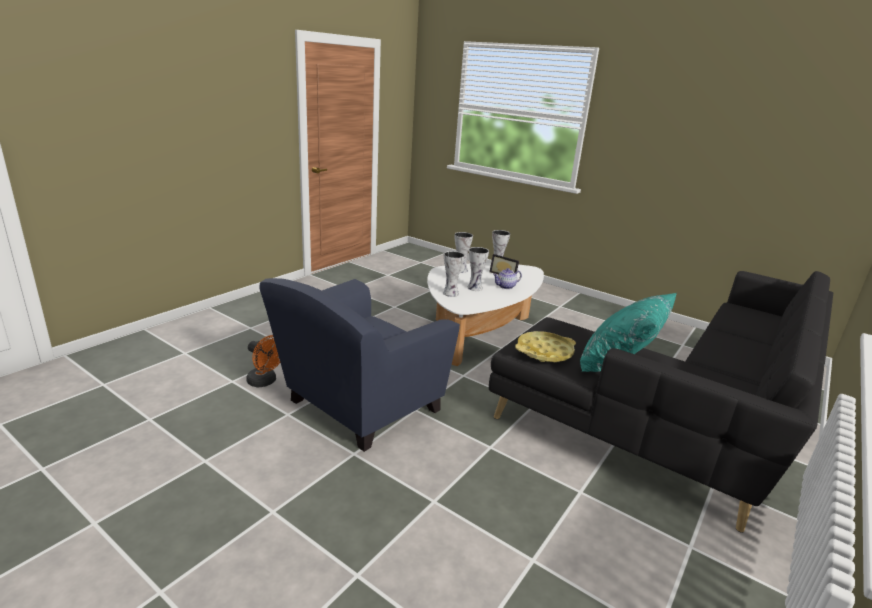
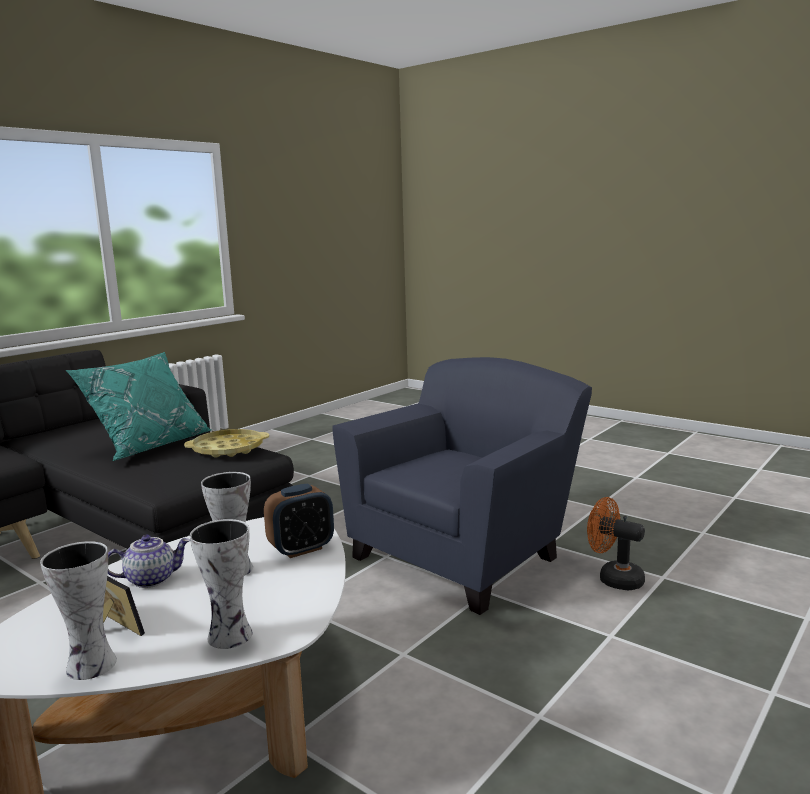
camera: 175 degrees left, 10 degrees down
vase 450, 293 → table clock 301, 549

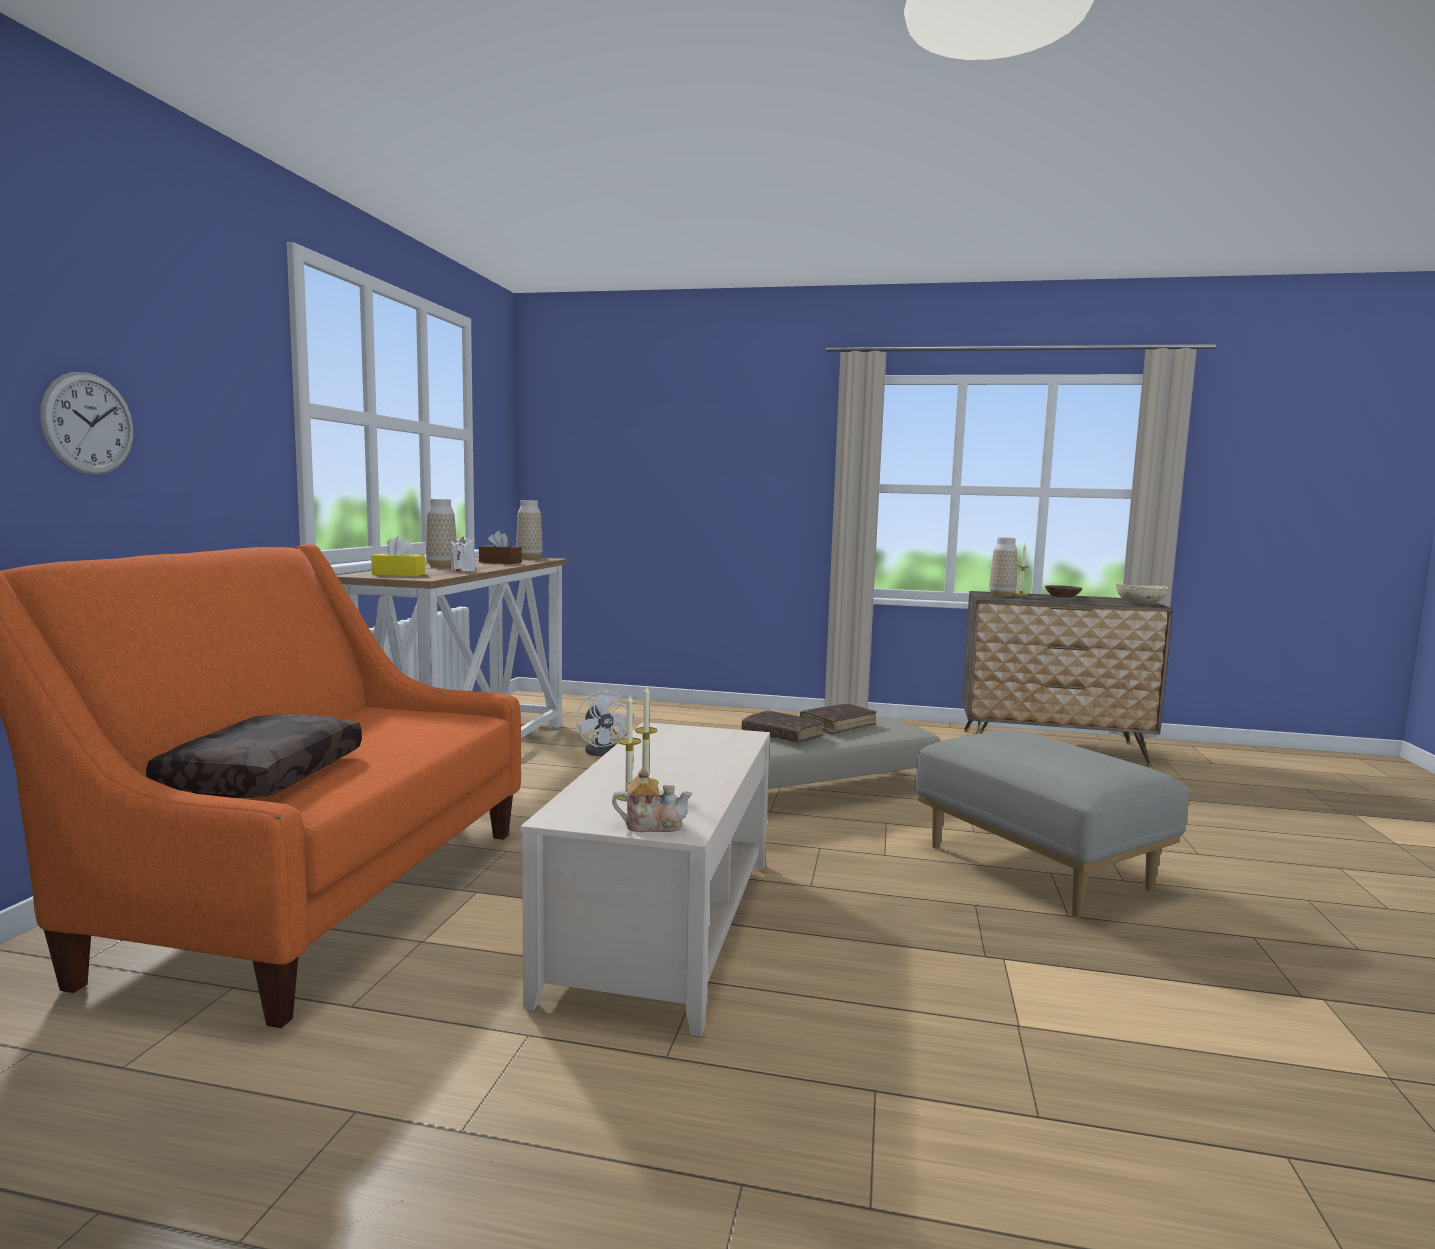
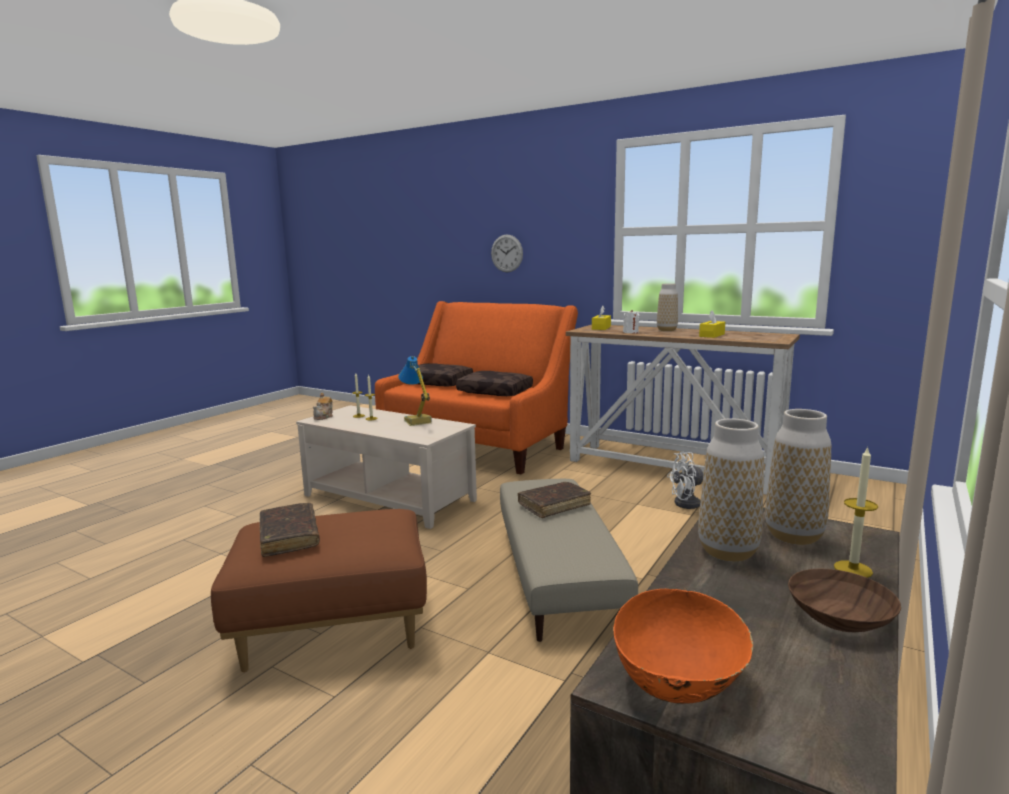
camera: 110 degrees right, 5 degrees up
grey footrest 1039, 868 → brownish footrest 331, 631
brownish volume 837, 725 → brownish volume 289, 537, shifted
- → lamp for a table 416, 422
- → brownish throw pillow 496, 392
sand-coloured bowl 1140, 603 → orange-coloured bowl 679, 681
vase 529, 558 → vase 728, 551, shifted
brownish tissue holder 500, 562 → yellow tissue holder 712, 335

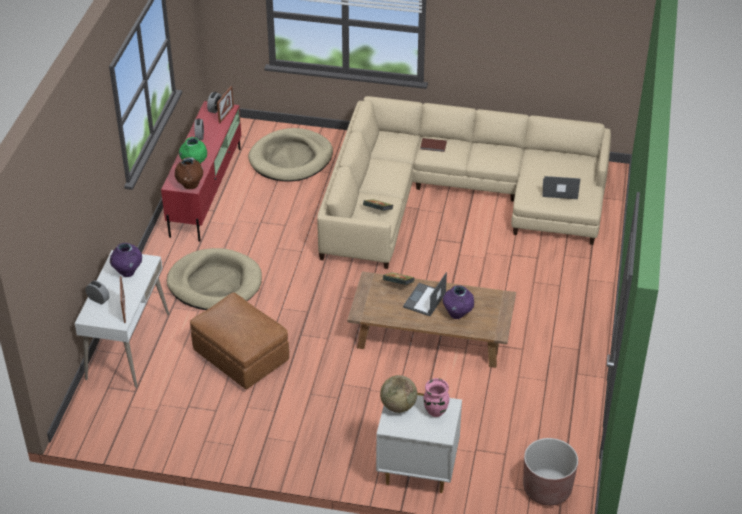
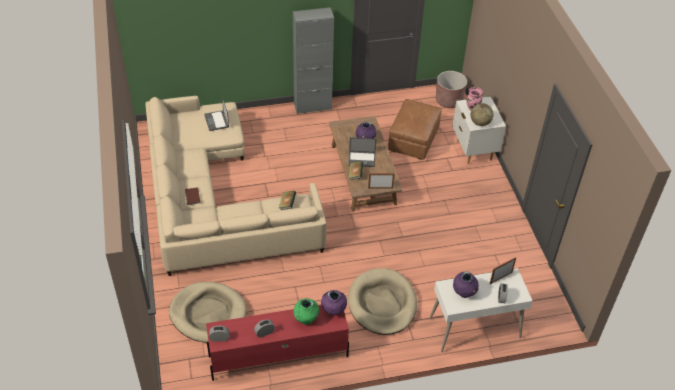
camera: 115 degrees left, 5 degrees up
- → grey storage cabinet 312, 106
brownish vase 190, 185 → purple vase 334, 310
photo frame 226, 115 → photo frame 380, 188, shifted
brownish footrest 241, 358 → brownish footrest 413, 141, shifted

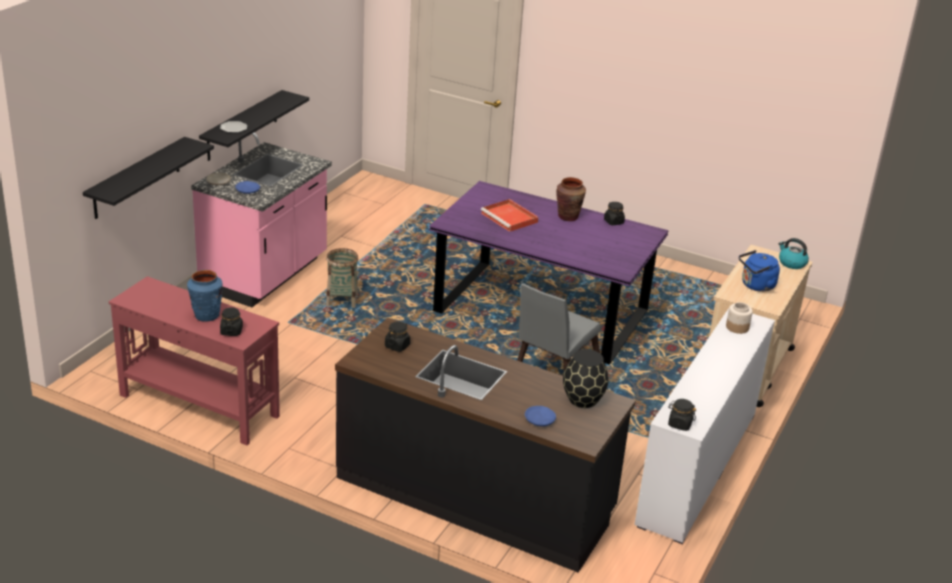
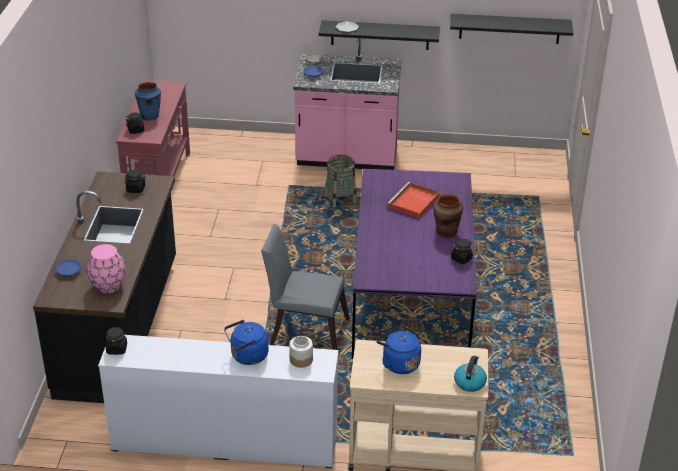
camera: 70 degrees right, 5 degrees up
black-coloured vase 582, 399 → pink vase 108, 286
- → bluish water kettle 247, 357
black-coloured shelf 137, 178 → black-coloured shelf 509, 28, shifted

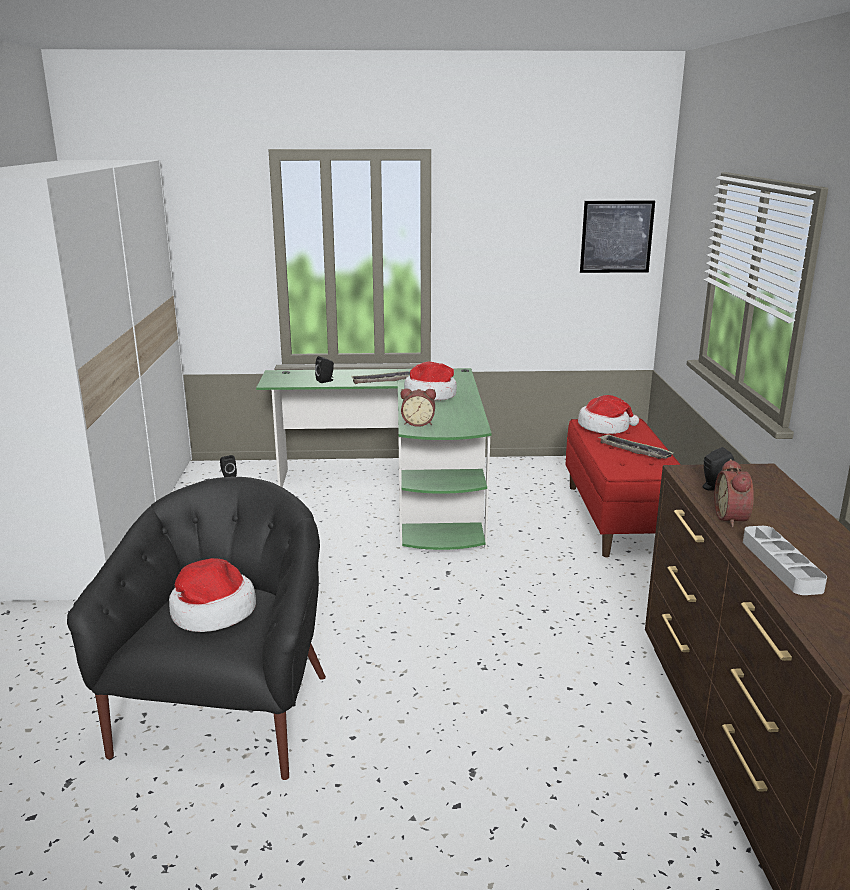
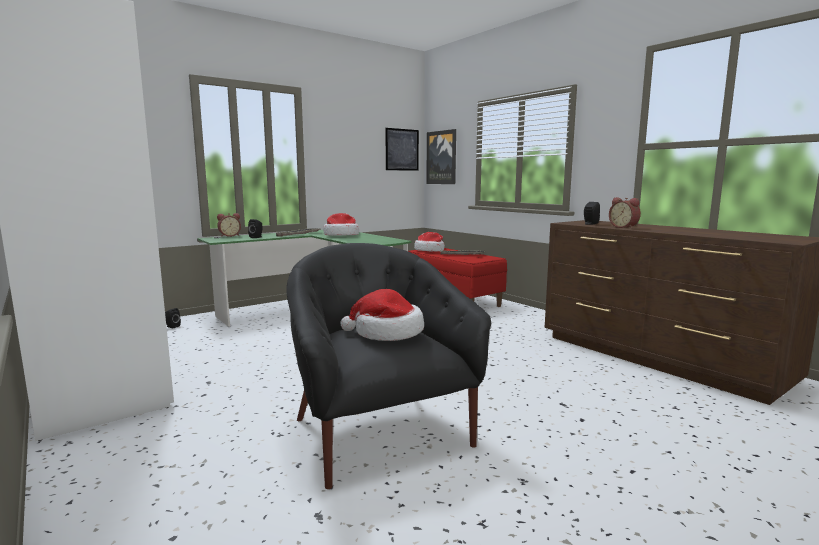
camera: 35 degrees left, 10 degrees down
table clock 418, 423 → table clock 229, 236, shifted
- → wall picture 441, 157
grey serving tray 781, 565 → -

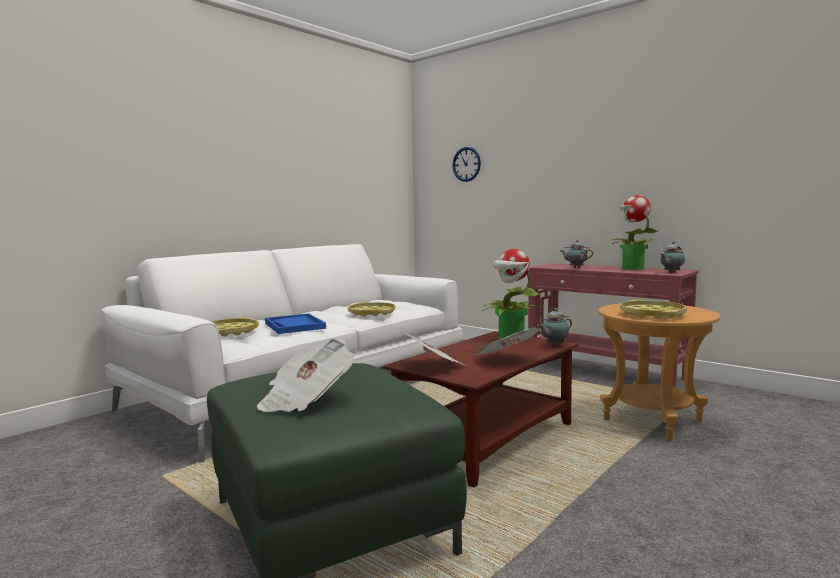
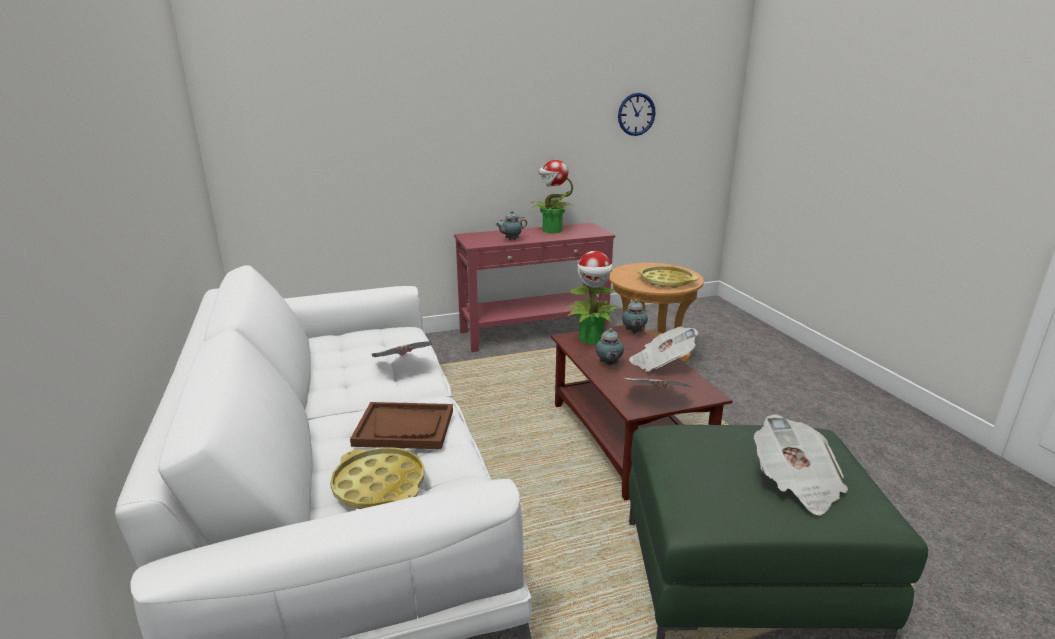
camera: 60 degrees left, 15 degrees up
bluish serving tray 295, 326 → brownish serving tray 404, 428
yellow serving tray 371, 313 → newspaper 403, 365
tea pot 671, 273 → tea pot 608, 365, shifted
wall clock 466, 164 → wall clock 636, 114, shifted

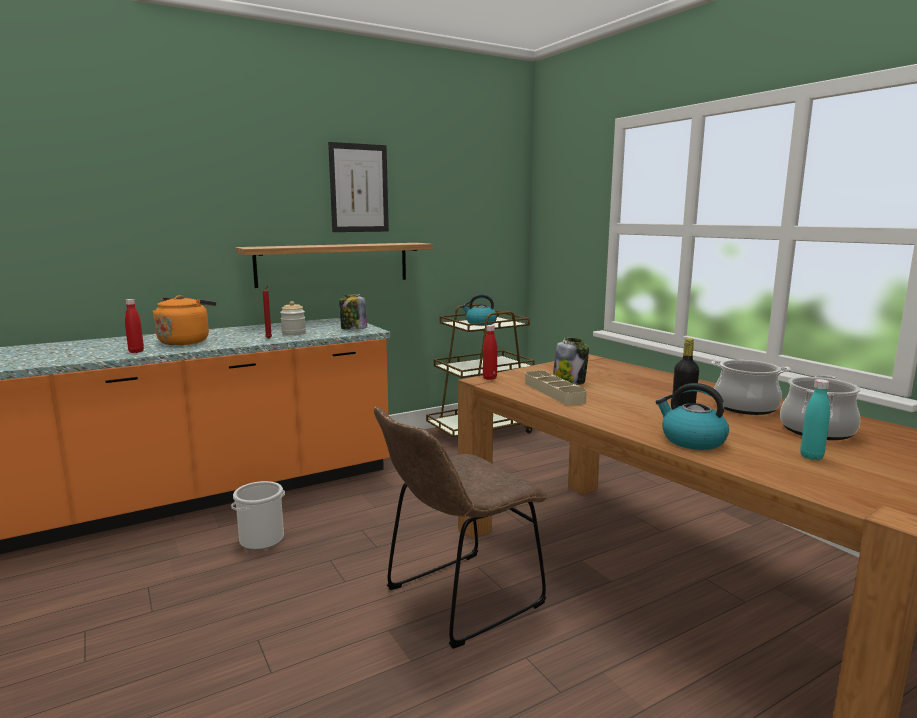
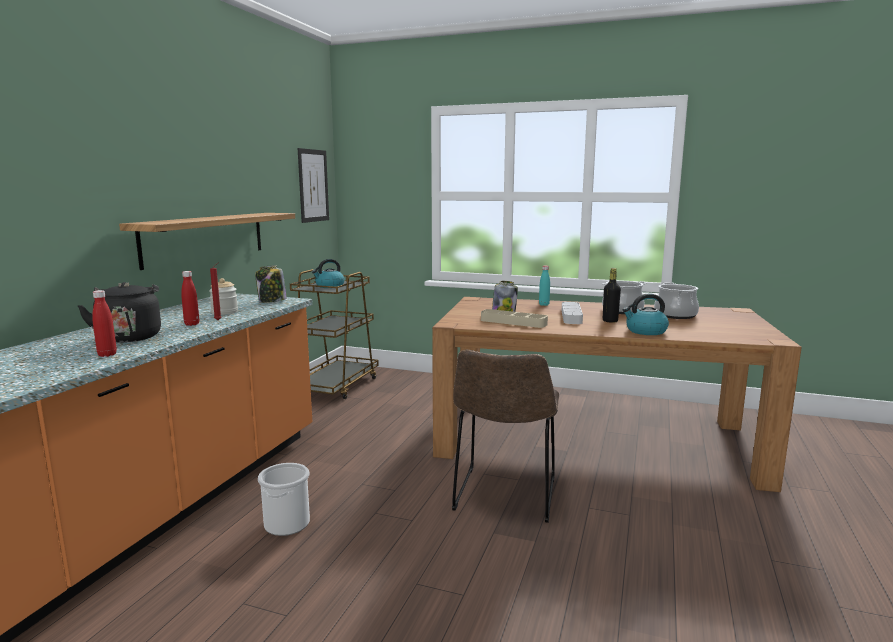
camera: 40 degrees left, 0 degrees up
orange-coloured water kettle 186, 341 → black-coloured water kettle 130, 337
red drink bottle 489, 378 → red drink bottle 192, 324, shifted
wall picture 359, 188 → wall picture 313, 185, shifted
turquoise drink bottle 811, 457 → turquoise drink bottle 544, 304, shifted
- → grey serving tray 571, 316

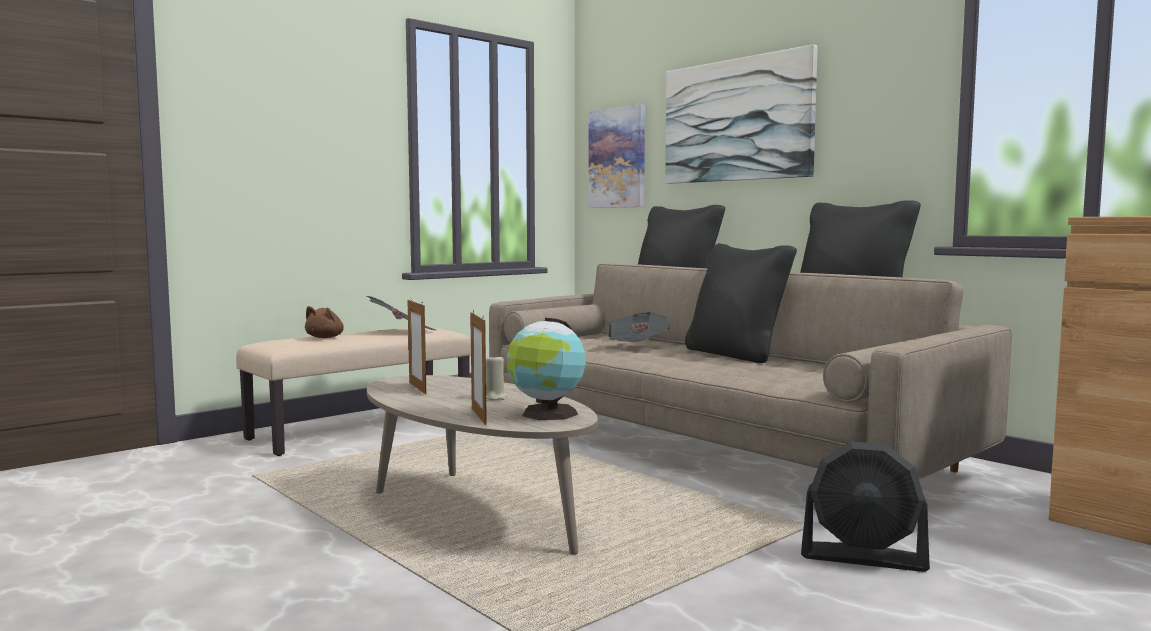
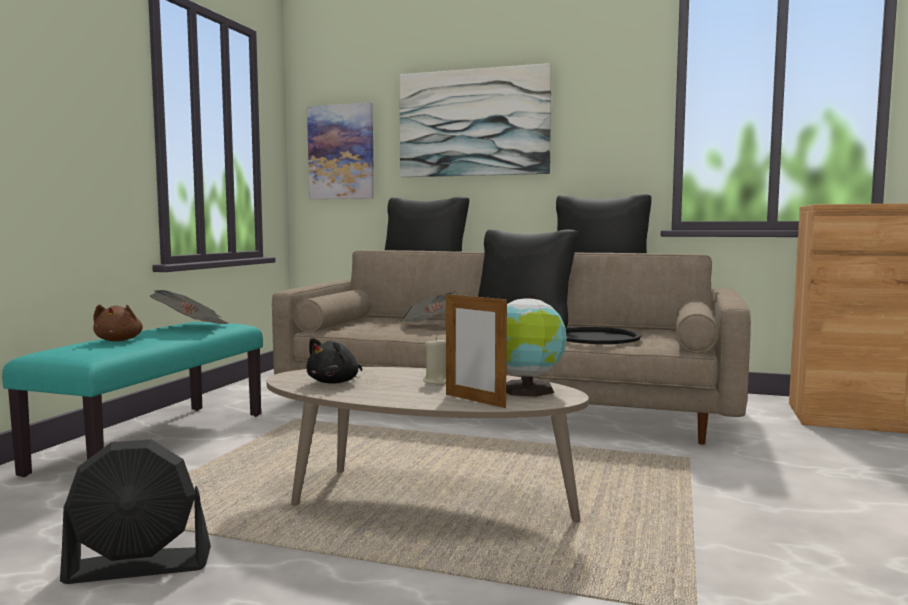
camera: 30 degrees left, 0 degrees up
sand-coloured indoor bench 362, 429 → turquoise indoor bench 155, 441
black-coloured fan 863, 557 → black-coloured fan 139, 566, shifted
photo frame 417, 388 → black-coloured soft toy 335, 382
- → black-coloured serving tray 595, 337

